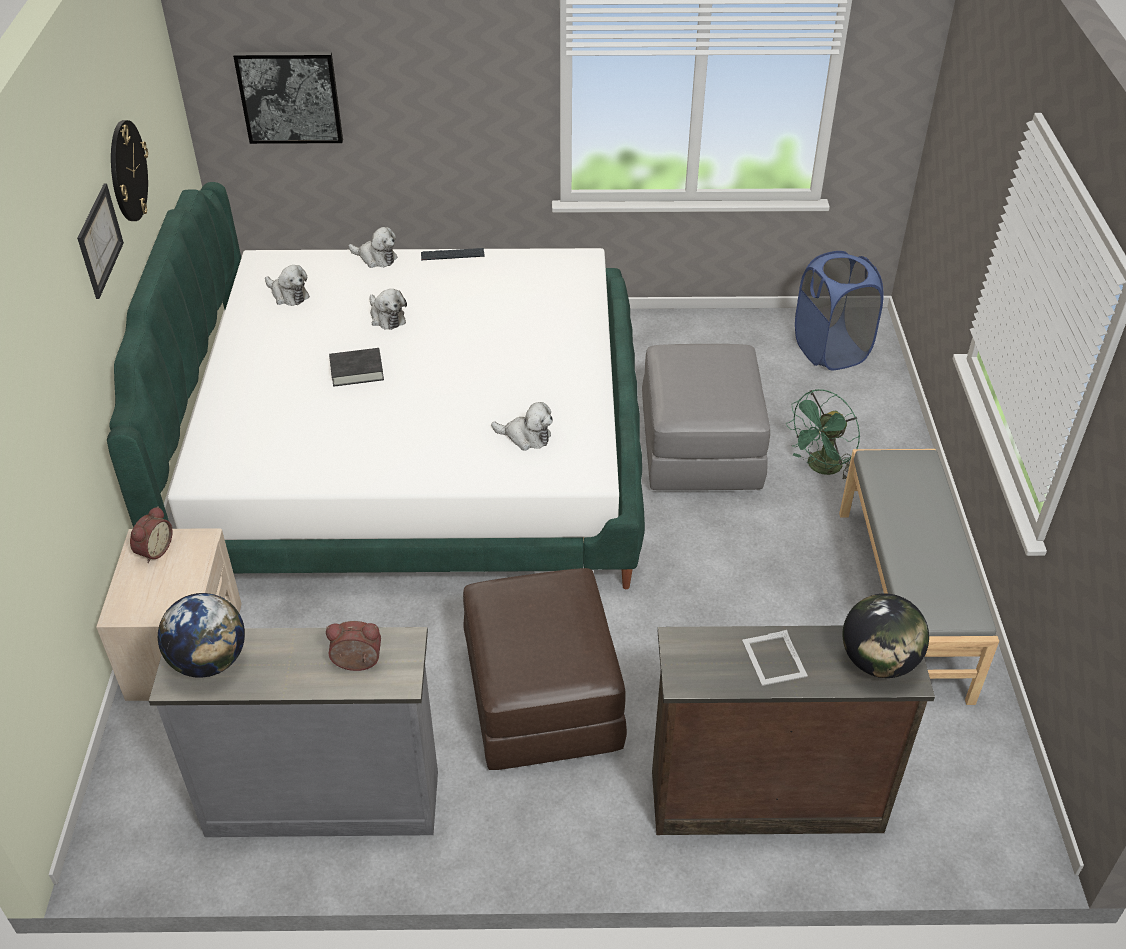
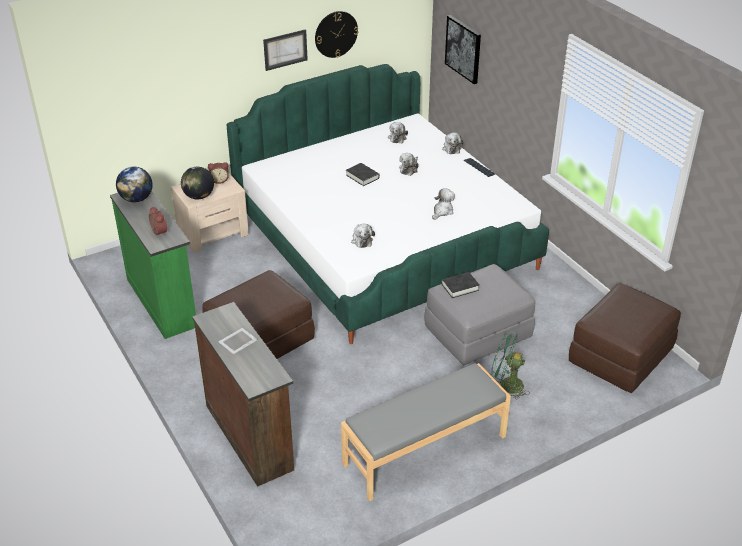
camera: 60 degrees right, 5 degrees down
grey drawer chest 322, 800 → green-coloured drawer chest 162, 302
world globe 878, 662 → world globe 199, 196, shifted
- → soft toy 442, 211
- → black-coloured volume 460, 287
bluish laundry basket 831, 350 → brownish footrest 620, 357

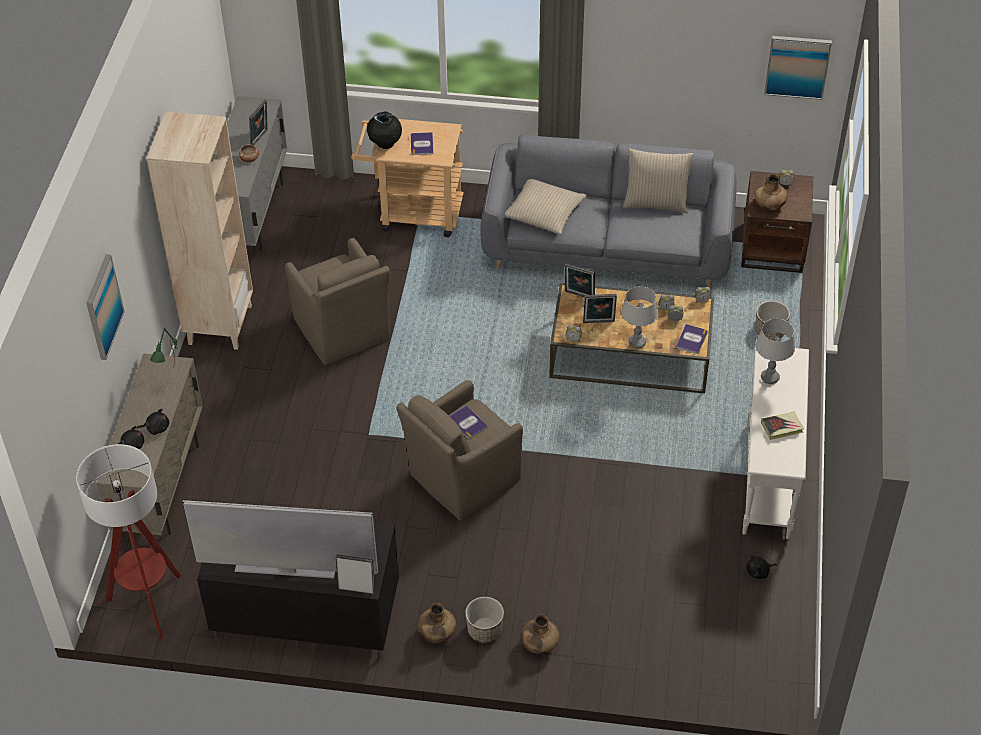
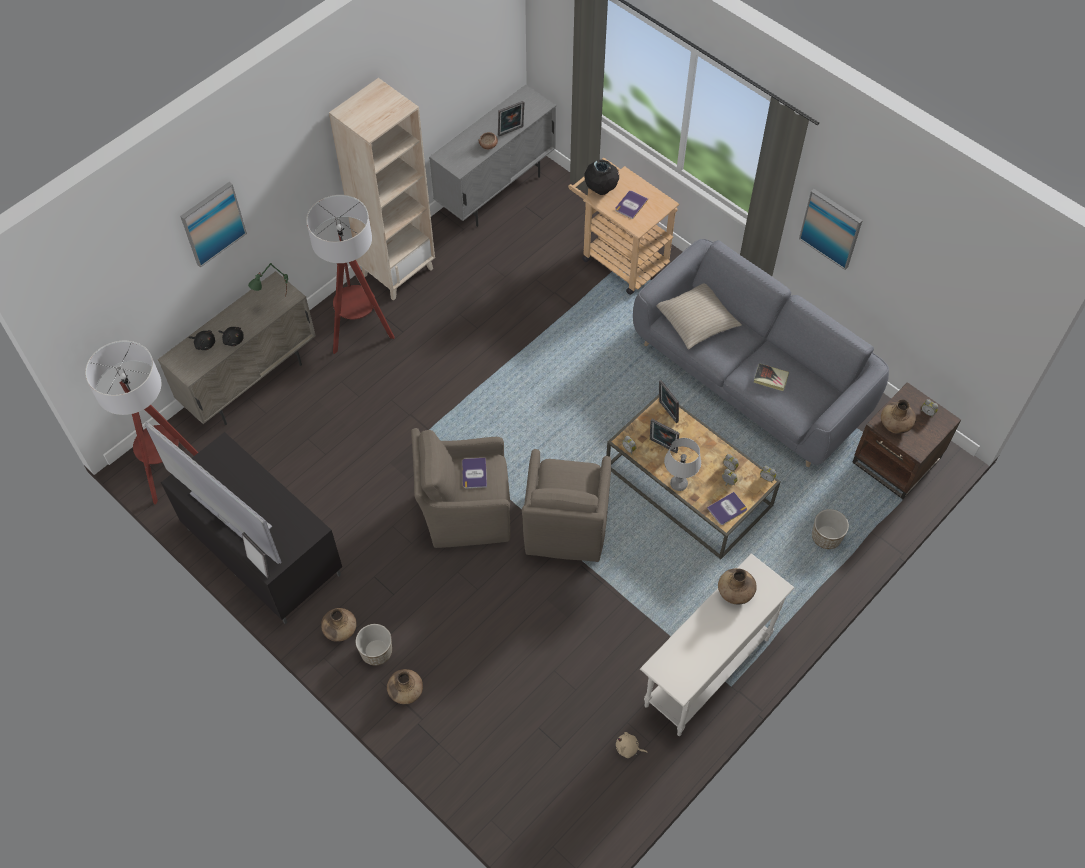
camera: 35 degrees right, 10 degrees up
- → standard lamp 360, 331
brownish lounge chair 342, 331 → brownish lounge chair 565, 528, shifted
black-coloured soft toy 759, 572 → sand-coloured soft toy 628, 748
grey lamp for a table 770, 377 → brownish vase 735, 592
volume 782, 427 → volume 770, 378, shifted
wall picture 797, 66 → wall picture 831, 228, shifted
sand-coloured throw pillow 655, 203 → -

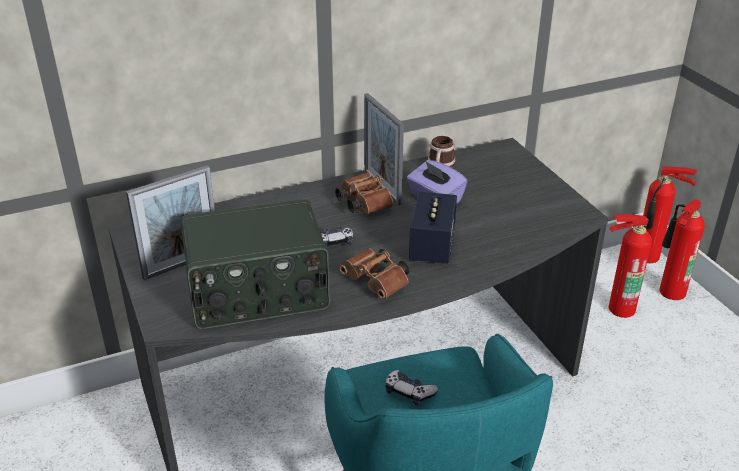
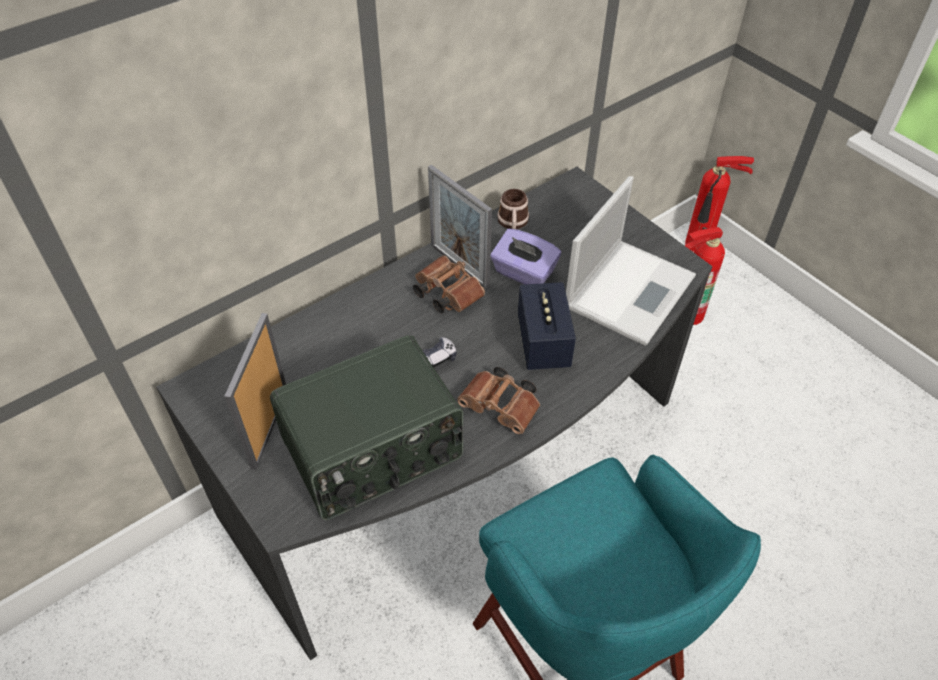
camera: 15 degrees left, 15 degrees up
photo frame 182, 264 → photo frame 269, 428, 150 degrees clockwise
- → notebook computer 630, 289
game controller 409, 392 → -
fire extinguisher 669, 292 → -

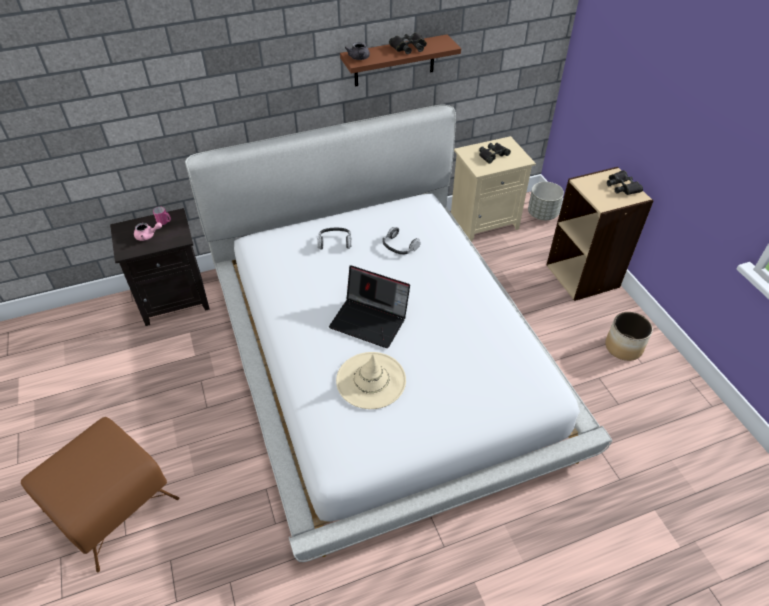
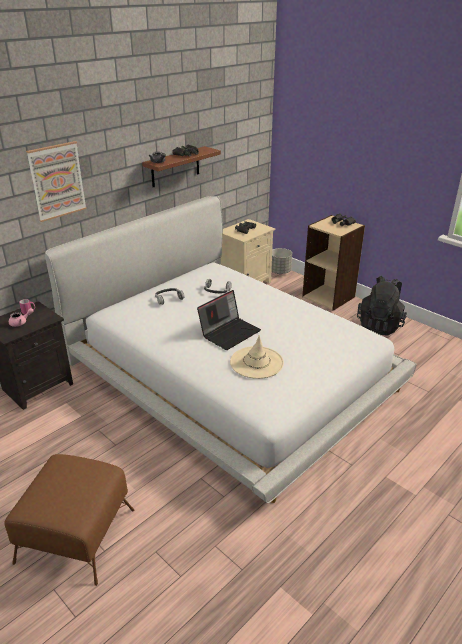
camera: 25 degrees left, 15 degrees down
- → wall picture 57, 181
notebook computer 370, 320 → notebook computer 229, 332, 45 degrees counterclockwise
plant pot 623, 347 → black-coloured backpack 380, 325

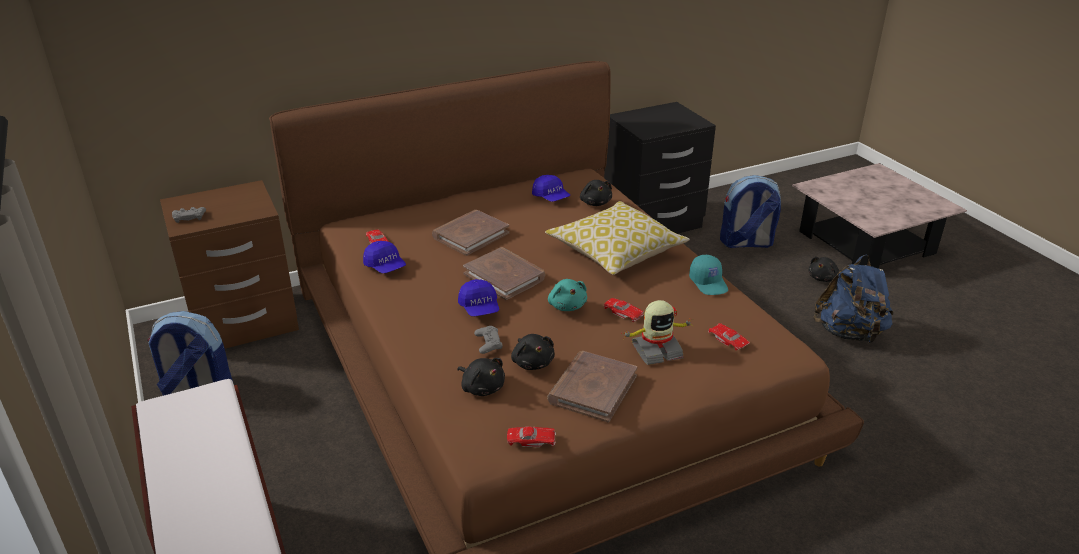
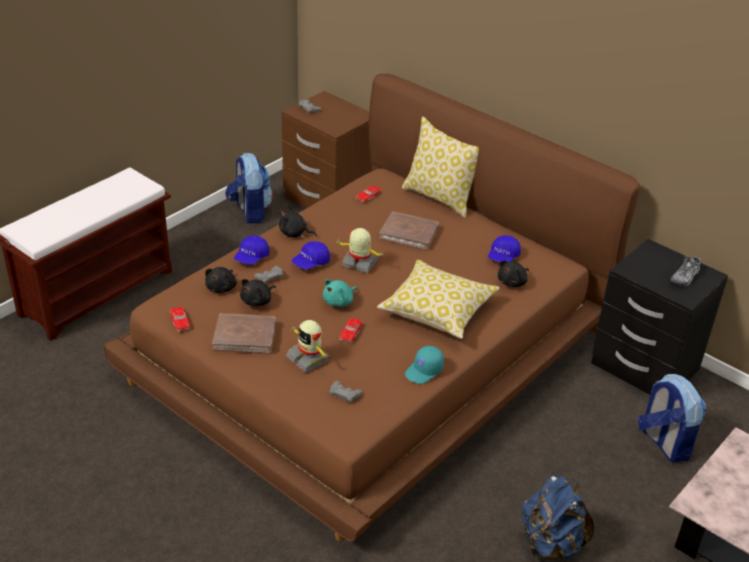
camera: 65 degrees right, 5 degrees up
bluish baseball cap 385, 267 → bluish baseball cap 251, 258, shifted
black-coloured soft toy 823, 278 → black-coloured soft toy 294, 233, shifted
red model car 728, 339 → grey game controller 344, 394
brownish volume 504, 276 → robot figure 359, 263
- → throw pillow 441, 197
- → shoe 685, 277

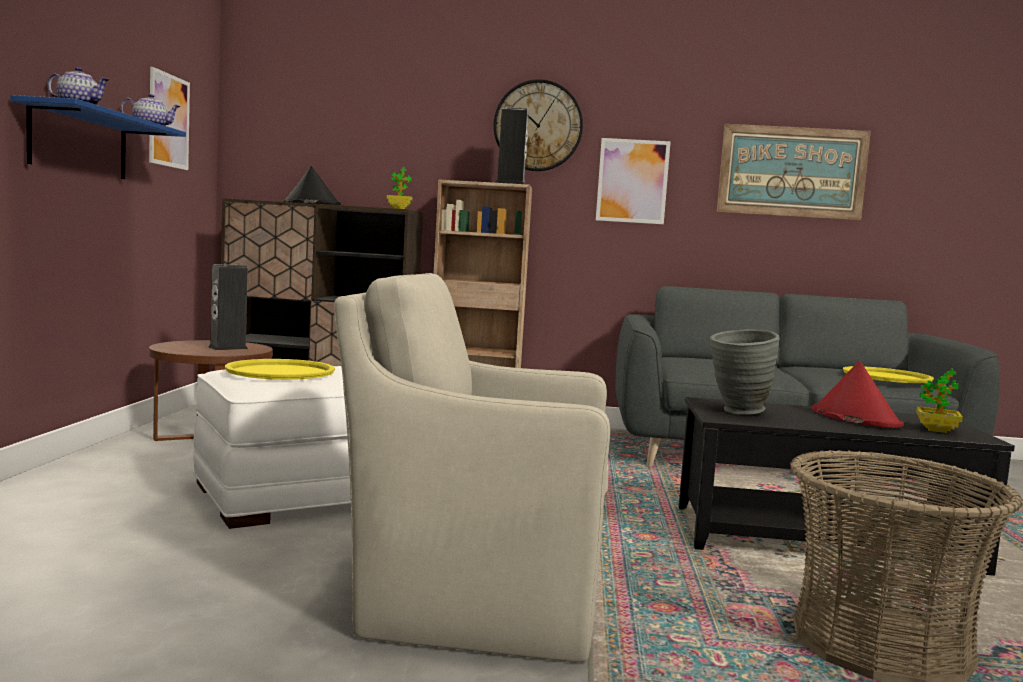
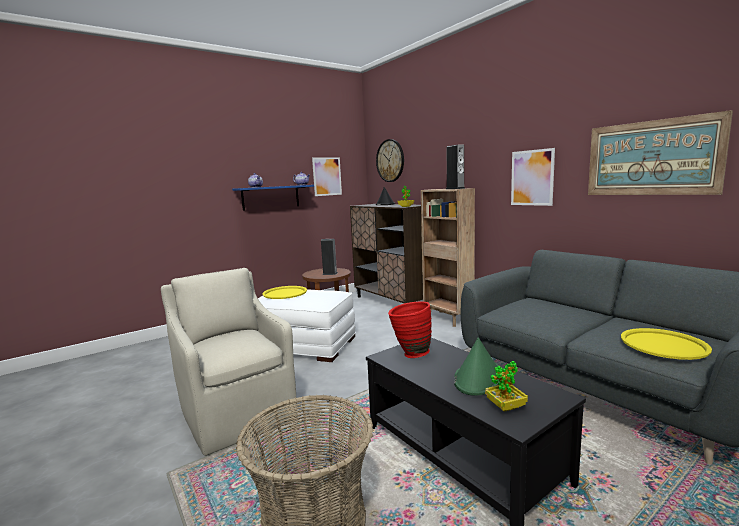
camera: 50 degrees right, 5 degrees up
wall clock 538, 126 → wall clock 390, 160, shifted
grey vase 737, 412 → red vase 410, 354
red hat 854, 418 → green-coloured hat 478, 378

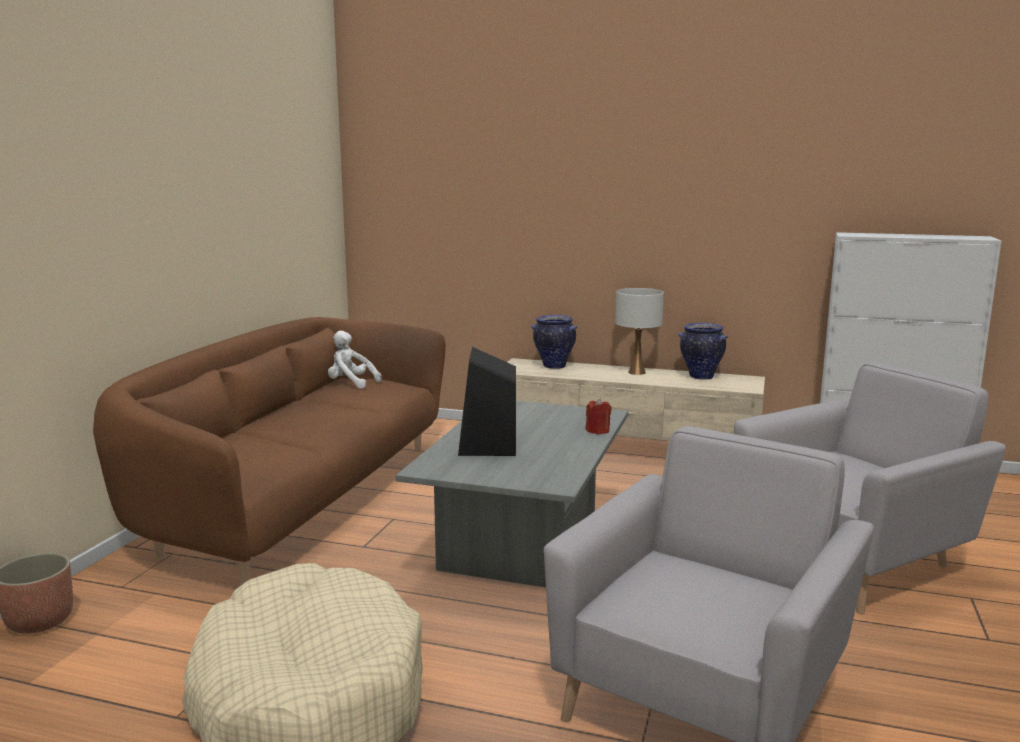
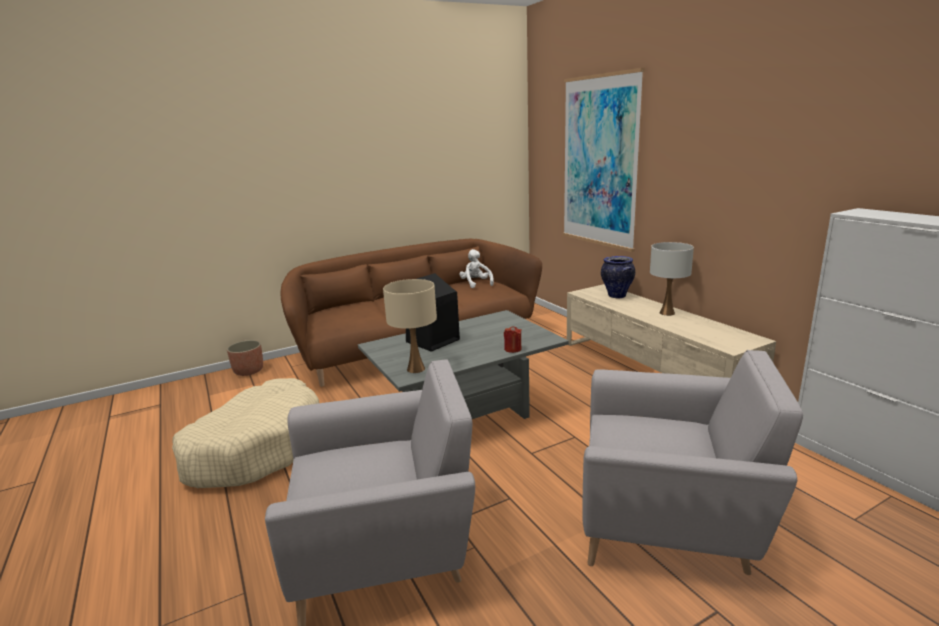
camera: 45 degrees right, 5 degrees up
- → sand-coloured lamp for a table 415, 369
- → wall picture 599, 162
vase 700, 377 → -

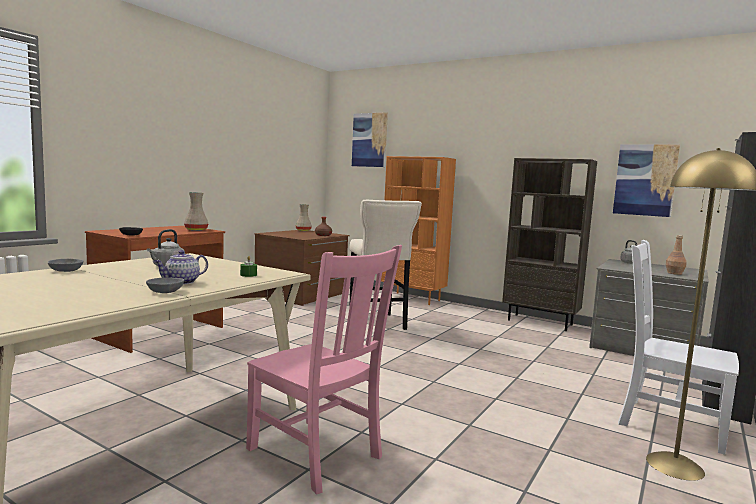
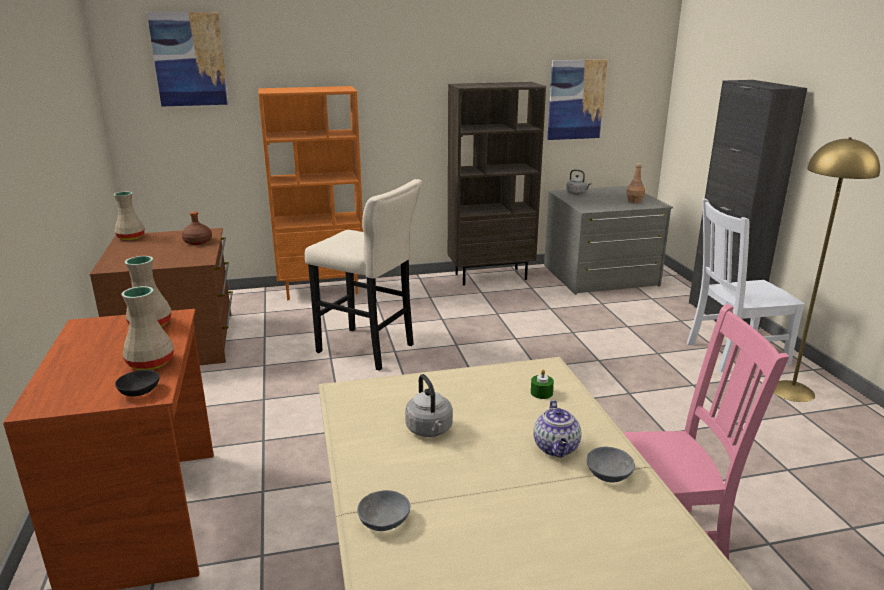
camera: 45 degrees left, 15 degrees up
- → sand-coloured vase 150, 363

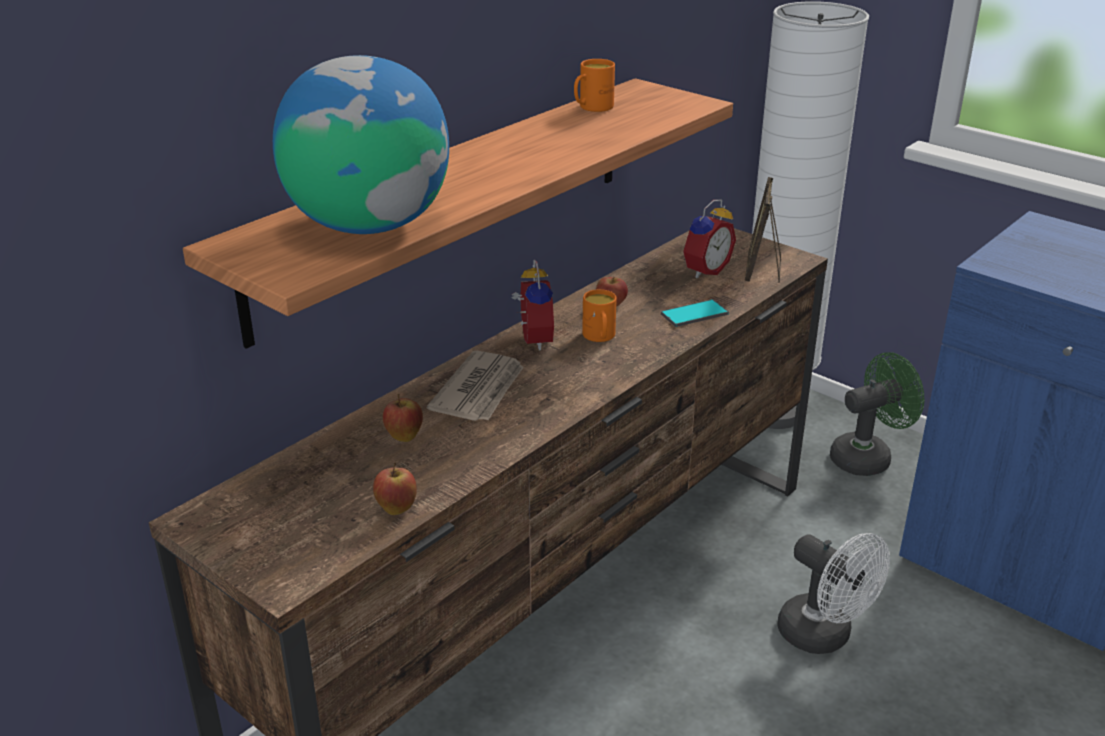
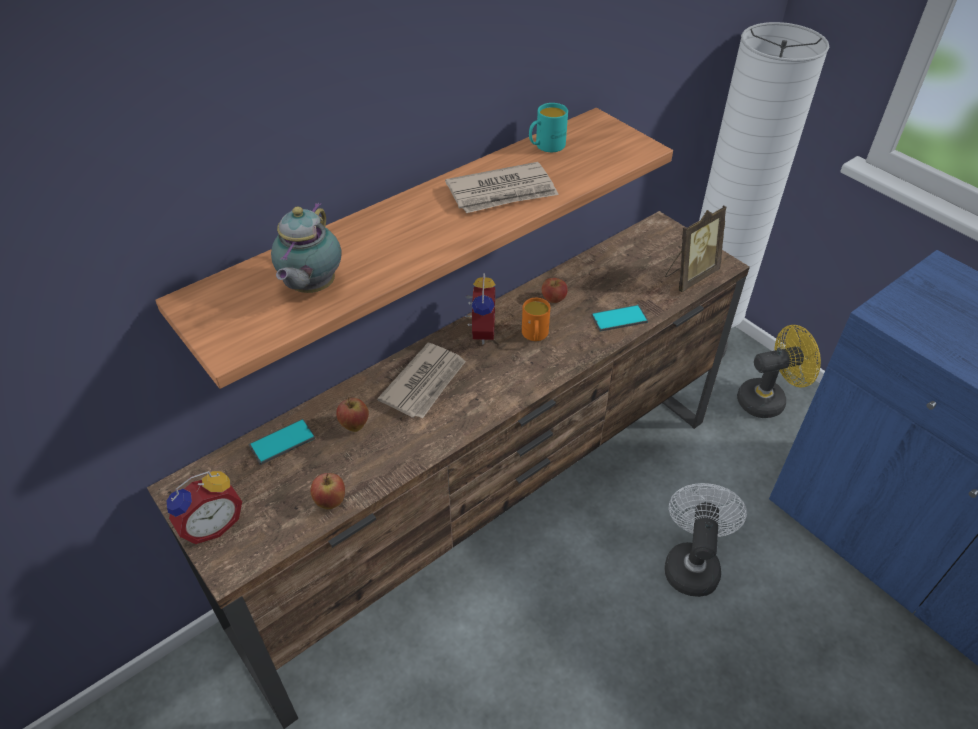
camera: 10 degrees right, 15 degrees up
table clock 704, 270 → table clock 212, 524, shifted
- → handset 282, 442
world globe 368, 225 → tea pot 311, 288
- → newspaper 502, 192
orange-coloured tea mug 592, 108 → turquoise tea mug 545, 146
white fan 824, 636 → white fan 691, 563, 135 degrees counterclockwise
photo frame 763, 271 → photo frame 689, 276, 150 degrees counterclockwise
green-coloured fan 868, 457 → yellow fan 768, 399

